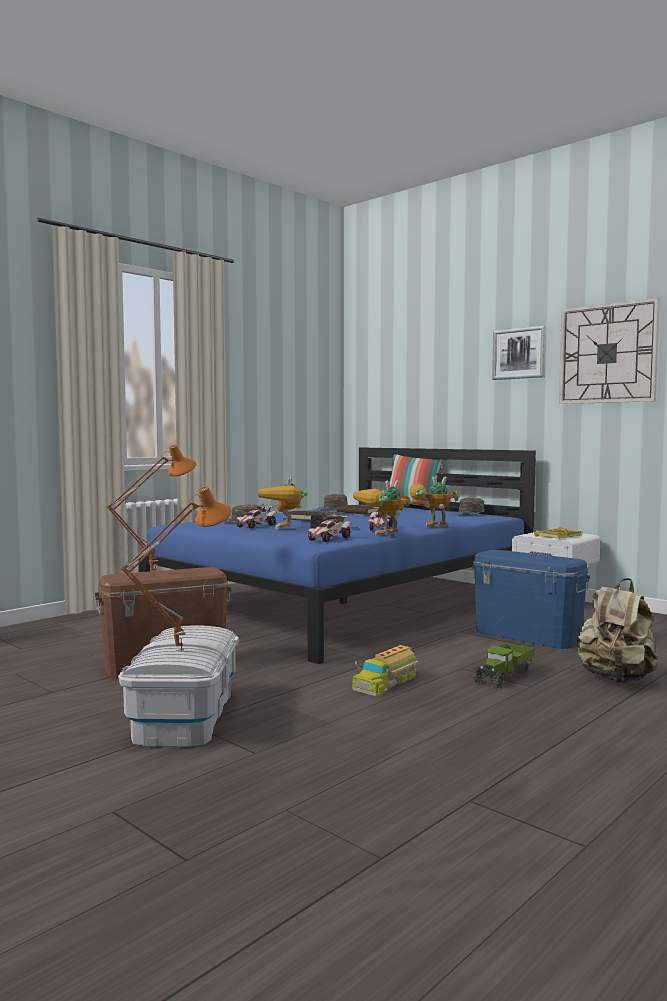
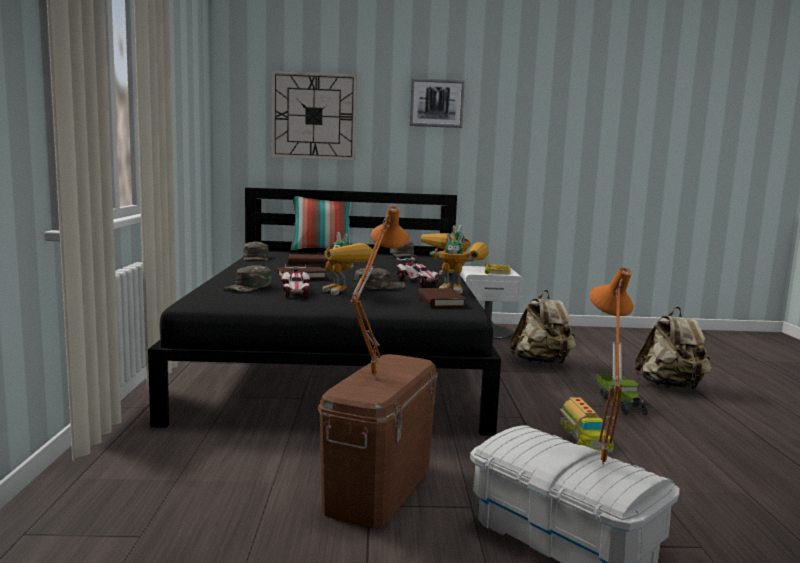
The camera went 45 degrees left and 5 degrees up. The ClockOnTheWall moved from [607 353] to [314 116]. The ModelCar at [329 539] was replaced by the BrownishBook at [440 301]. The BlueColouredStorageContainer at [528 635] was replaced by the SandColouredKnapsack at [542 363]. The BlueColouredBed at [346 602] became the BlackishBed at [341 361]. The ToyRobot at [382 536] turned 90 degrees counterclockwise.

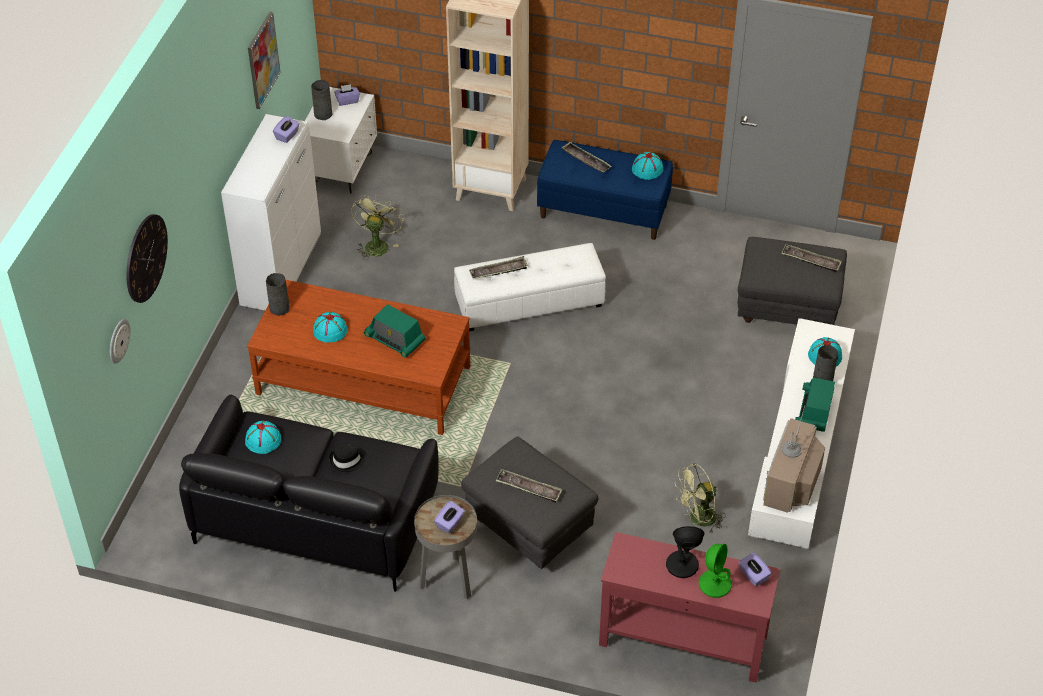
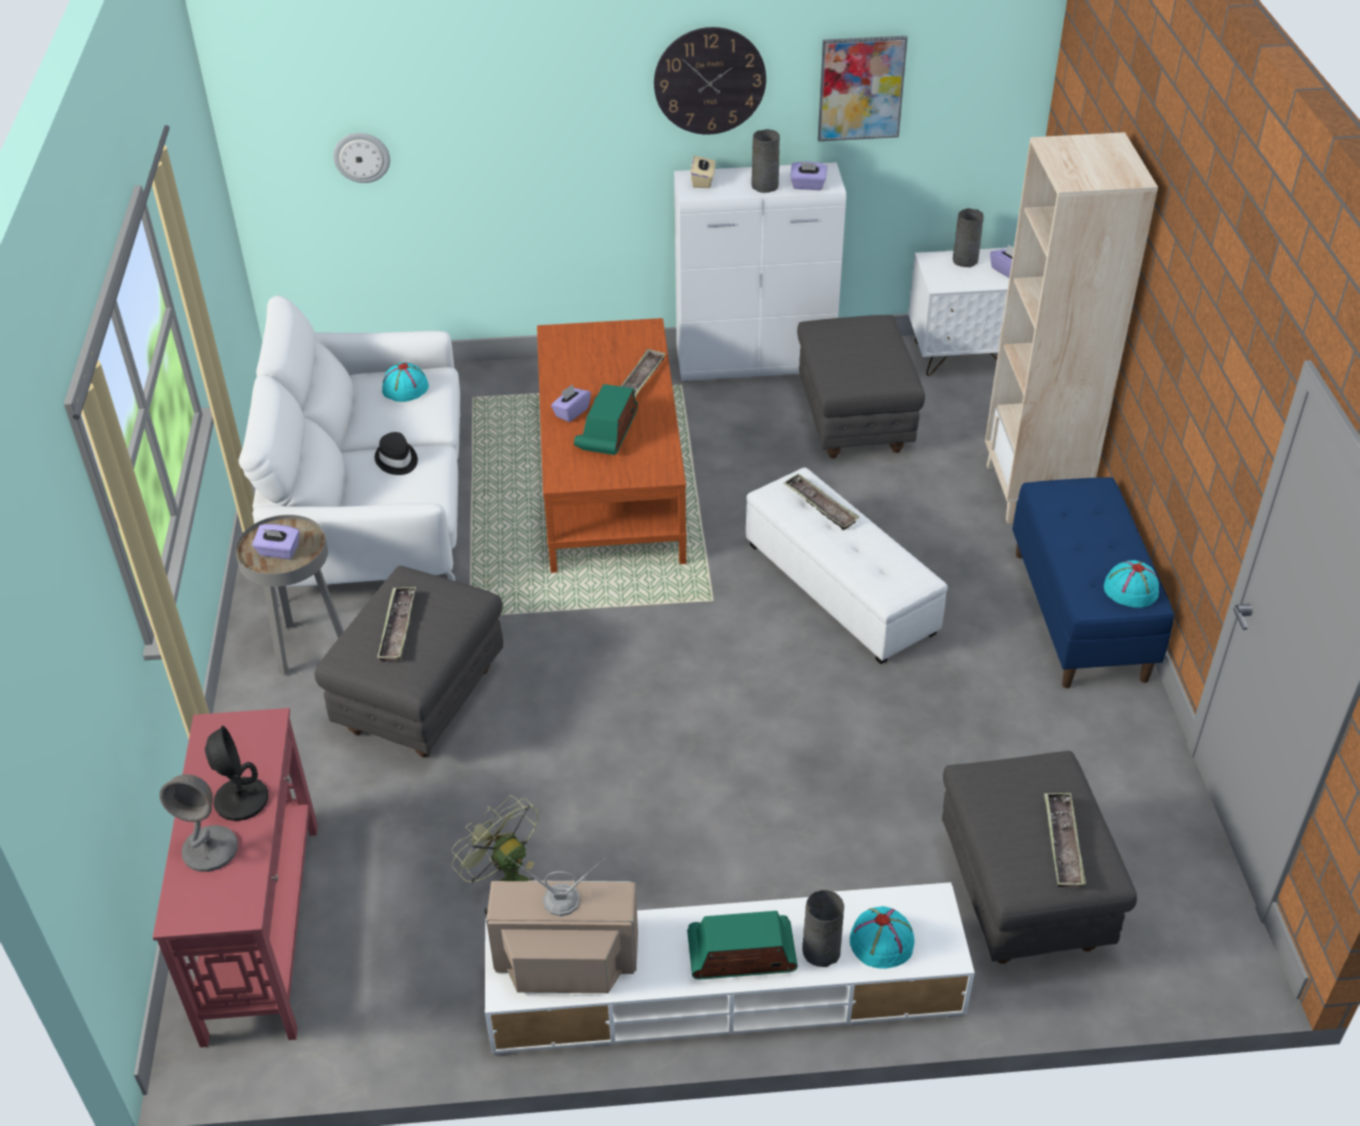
The camera went 70 degrees right and 5 degrees down. The TurquoiseWearableHat at [330 330] disappeared. The SandColouredTissueHolder at [703 181] appeared. The ClockOnTheWall moved from [146 258] to [709 81]. The GreyVase moved from [279 308] to [765 185]. The ServingTray moved from [586 160] to [641 379]. The PurplishTissueHolder moved from [753 575] to [571 412]. The GreenColouredCoolingFan at [377 244] was replaced by the GreyFootrest at [853 422]. The BlackishSofa at [316 516] became the WhiteColouredSofa at [374 505]. The GreenColouredLampForATable at [715 584] became the GreyLampForATable at [210 849].

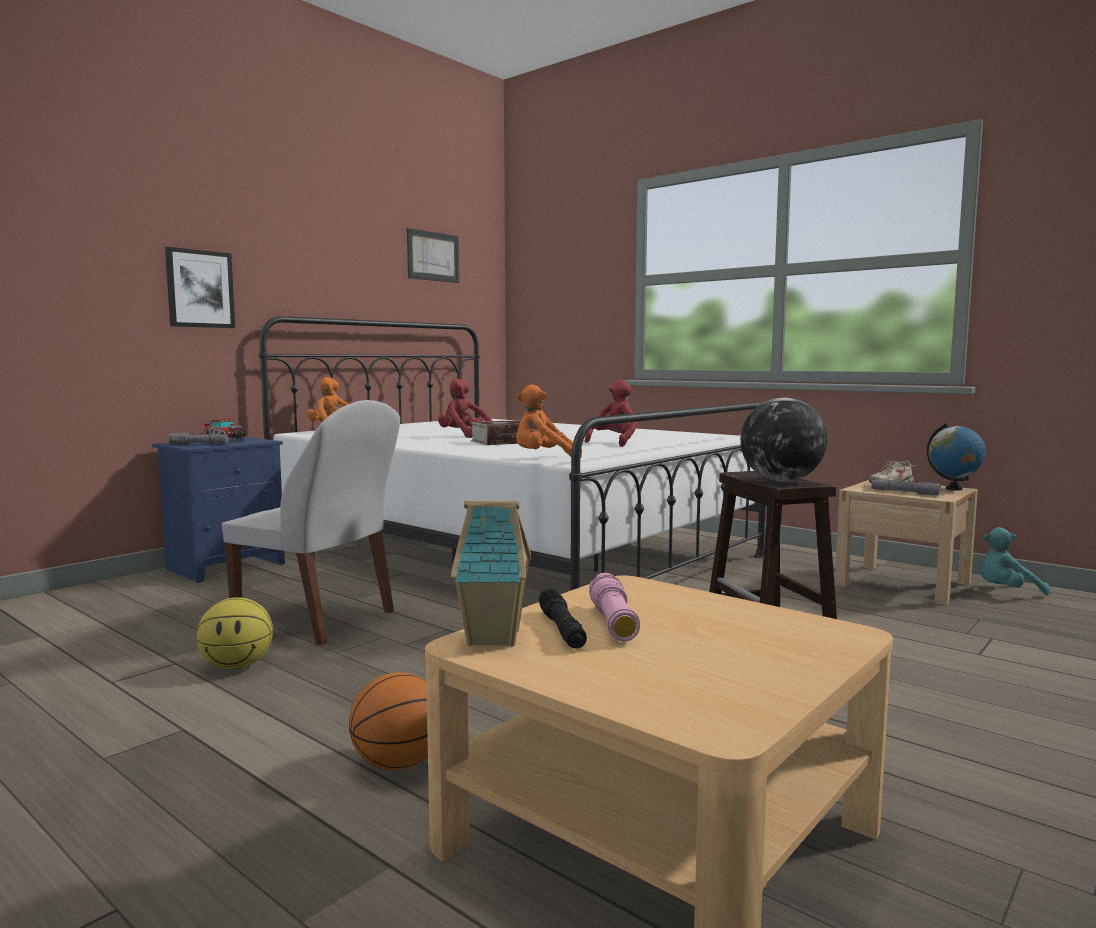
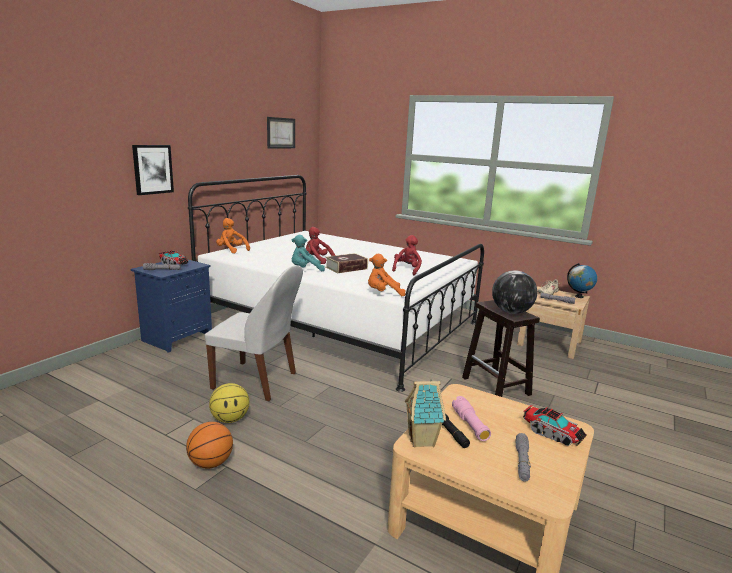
The camera went 10 degrees left and 10 degrees up. The GreyHandTorch at [522 462] appeared. The ModelTruck at [552 433] appeared. The Basketball moved from [398 764] to [211 463]. The TurquoisePlushToy moved from [1006 592] to [305 270].

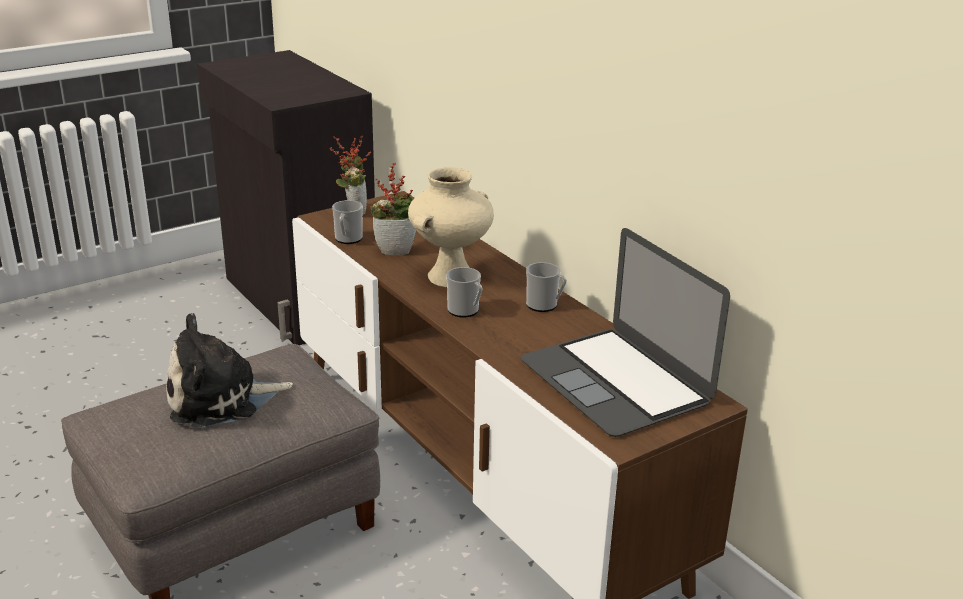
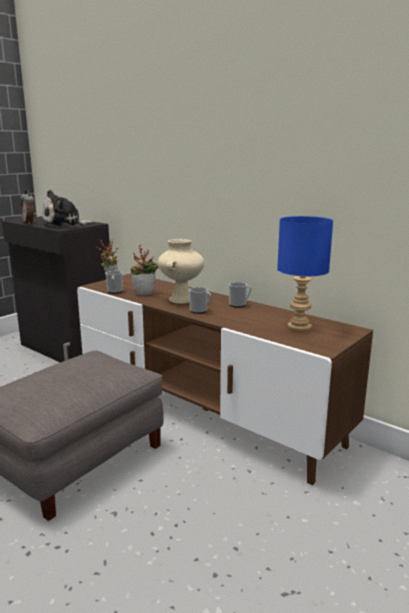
The camera went 15 degrees left and 10 degrees down. The TableClock at [29 223] appeared. The PlushToy moved from [221 399] to [65 224]. The NotebookComputer at [615 381] was replaced by the BlueColouredLampForATable at [300 327].

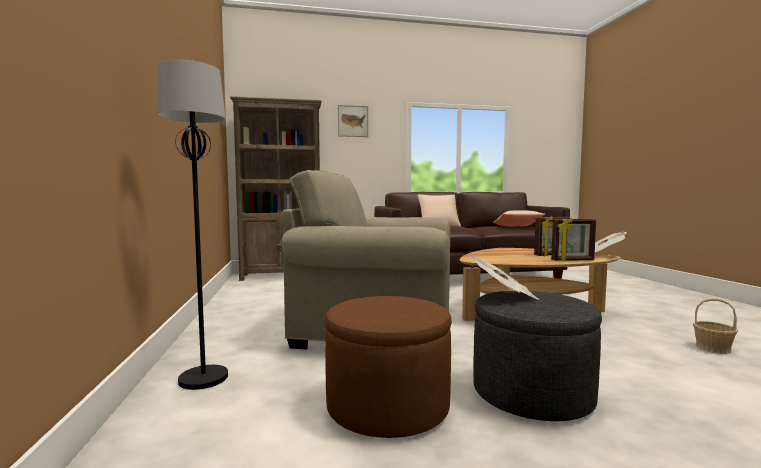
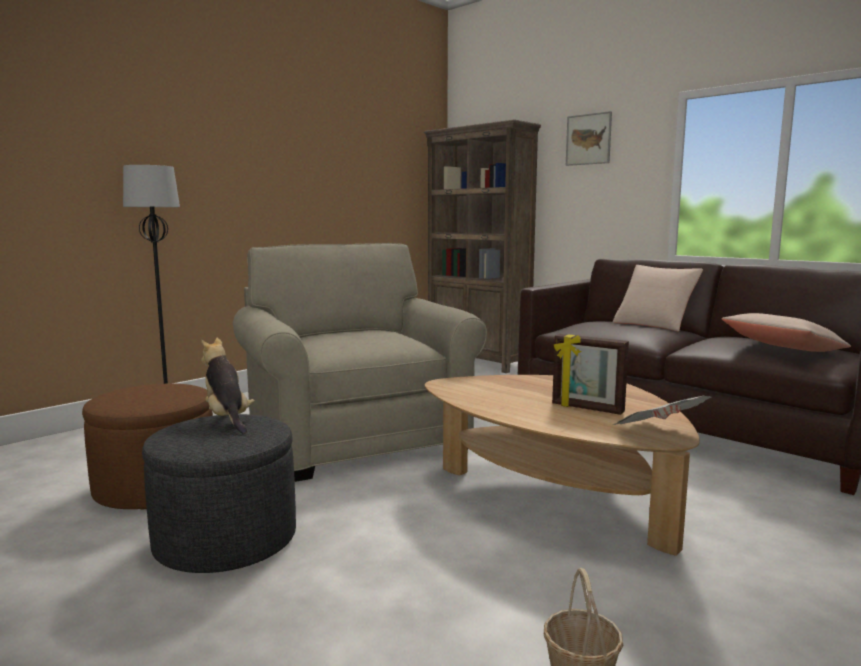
The camera went 55 degrees right and 5 degrees up. The PictureFrame at [573 260] disappeared. The PrintedPaper at [504 296] was replaced by the PlushToy at [227 418].

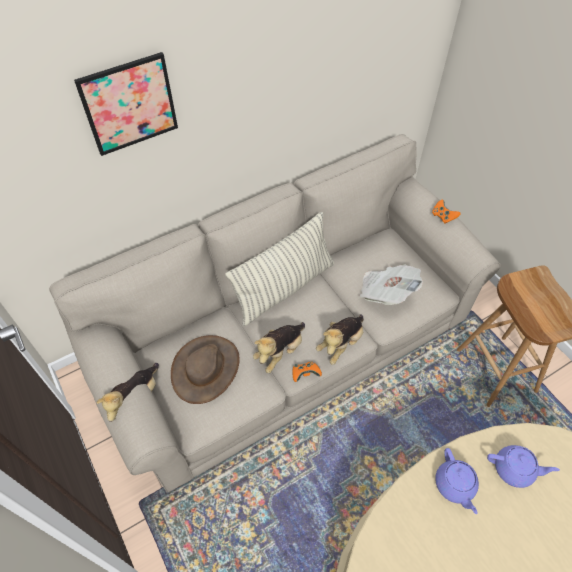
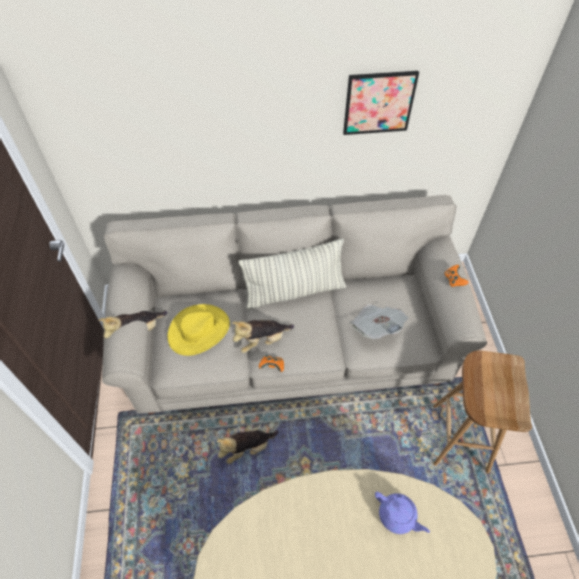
The camera went 25 degrees right and 0 degrees up. The PurplishPotForTea at [454 485] disappeared. The WallArt moved from [129 104] to [379 103]. The PlushToy moved from [341 344] to [247 448]. The BrownishWearableHat at [206 369] became the YellowColouredWearableHat at [199 331].

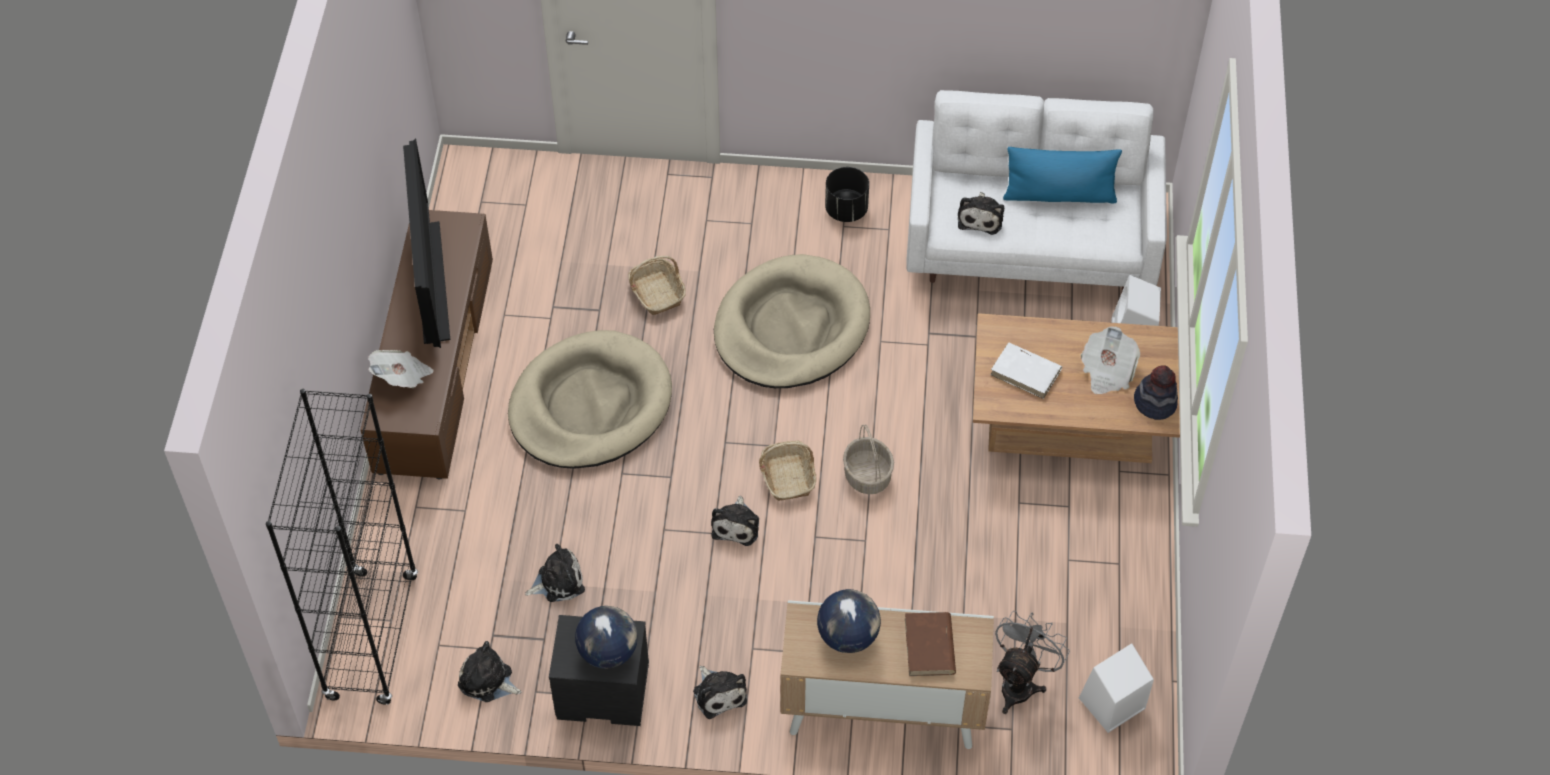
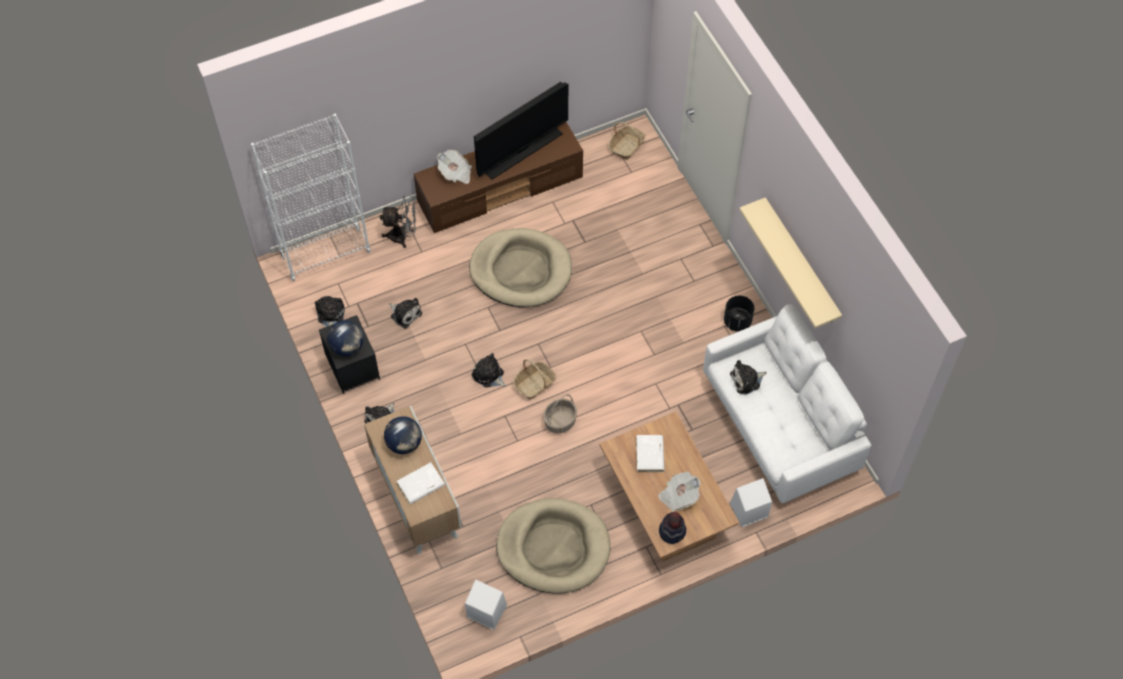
The camera went 60 degrees right and 5 degrees up. The BlueColouredCushion at [1059 195] disappeared. The SandColouredWallShelf at [801 262] appeared. The HouseholdBasket moved from [657 293] to [626 146]. The SandColouredDogCushion moved from [791 327] to [553 548]. The GreyCoolingFan moved from [1020 683] to [403 236]. The BlackishBookcase at [372 637] became the WhiteColouredBookcase at [326 254]. The BrownishBook at [929 647] became the WhiteColouredBook at [420 485]. The PlushToy at [737 525] turned 60 degrees clockwise.

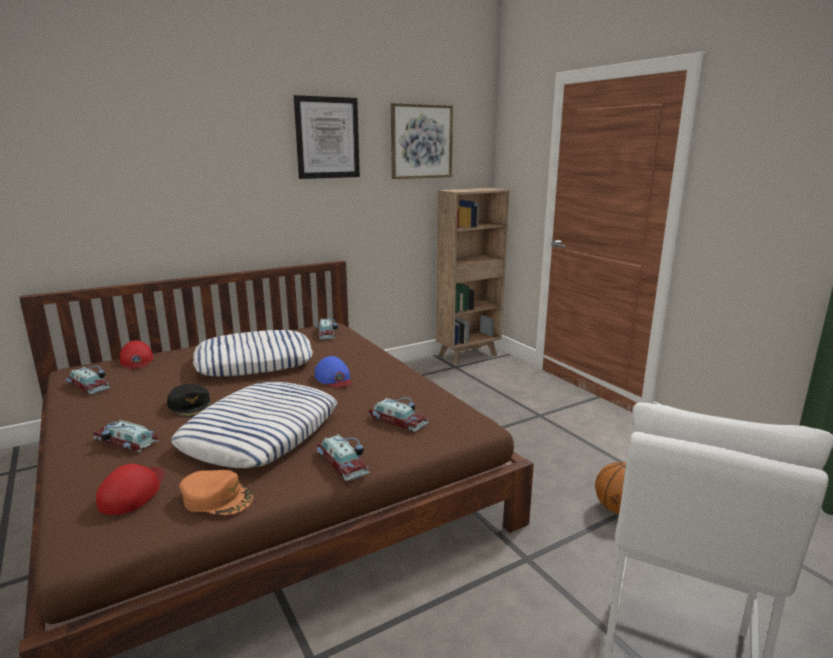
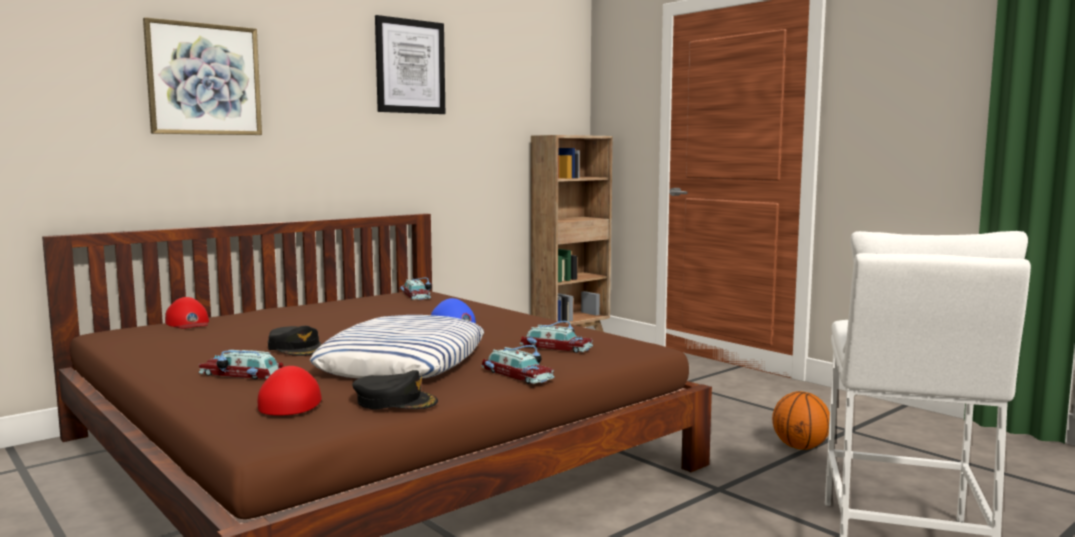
The camera went 10 degrees left and 10 degrees down. The ModelCar at [89 385] disappeared. The Cushion at [255 362] disappeared. The WallArt moved from [421 141] to [204 79]. The OrangeyCap at [217 498] became the BlackishCap at [395 401].

